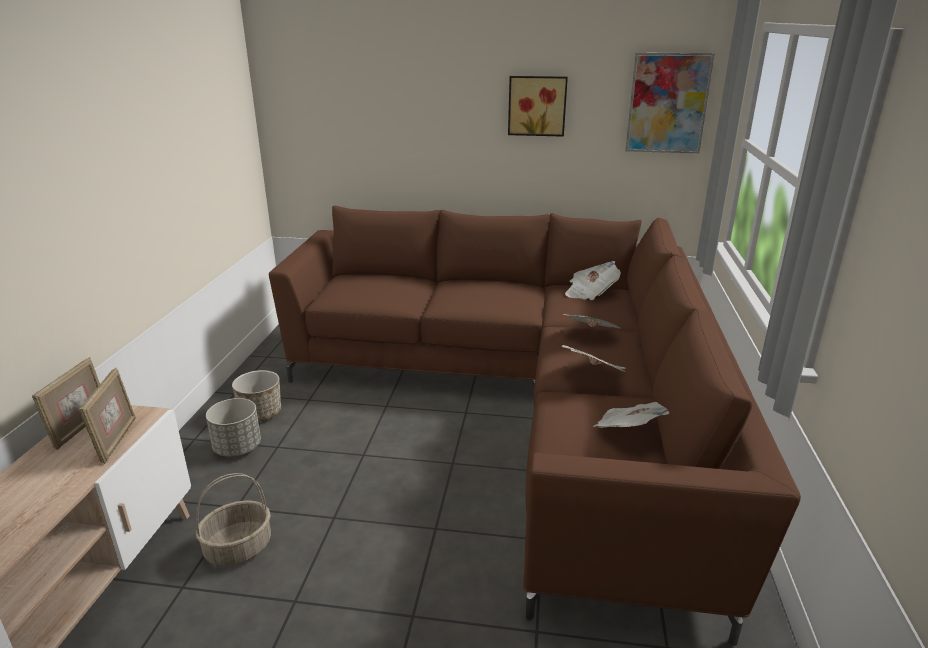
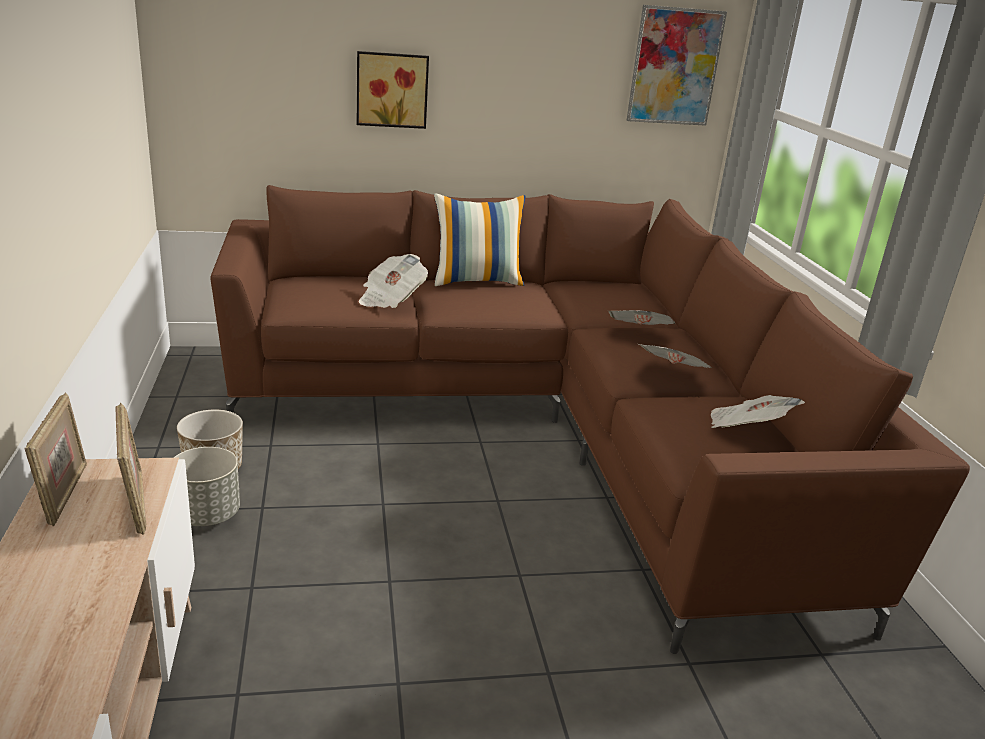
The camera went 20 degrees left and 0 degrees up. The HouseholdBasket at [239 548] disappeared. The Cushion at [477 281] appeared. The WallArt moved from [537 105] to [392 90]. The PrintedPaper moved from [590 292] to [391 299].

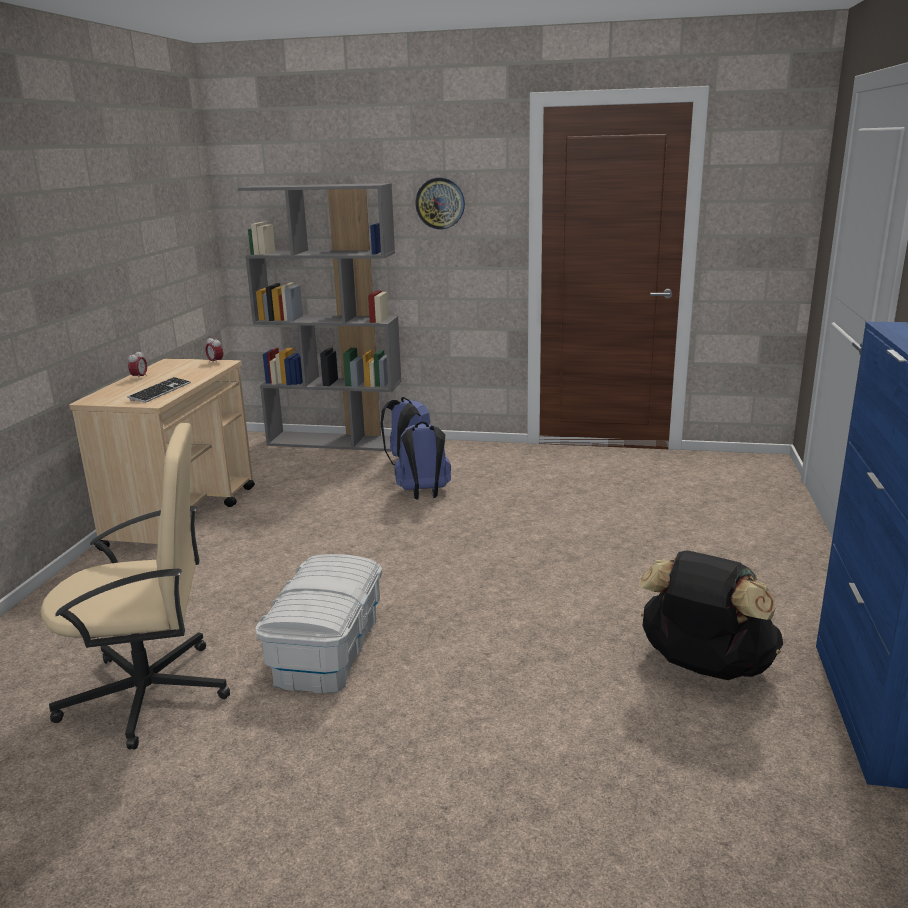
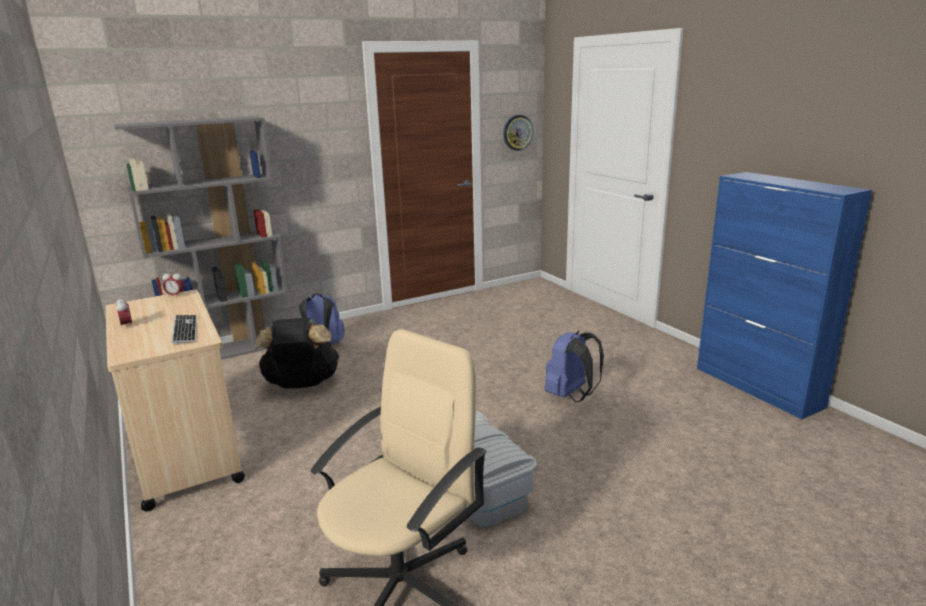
The camera went 40 degrees left and 0 degrees up. The BlueColouredKnapsack moved from [424 494] to [571 396]. The ClockOnTheWall moved from [440 203] to [517 132]. The BlackishKnapsack moved from [704 667] to [301 385].

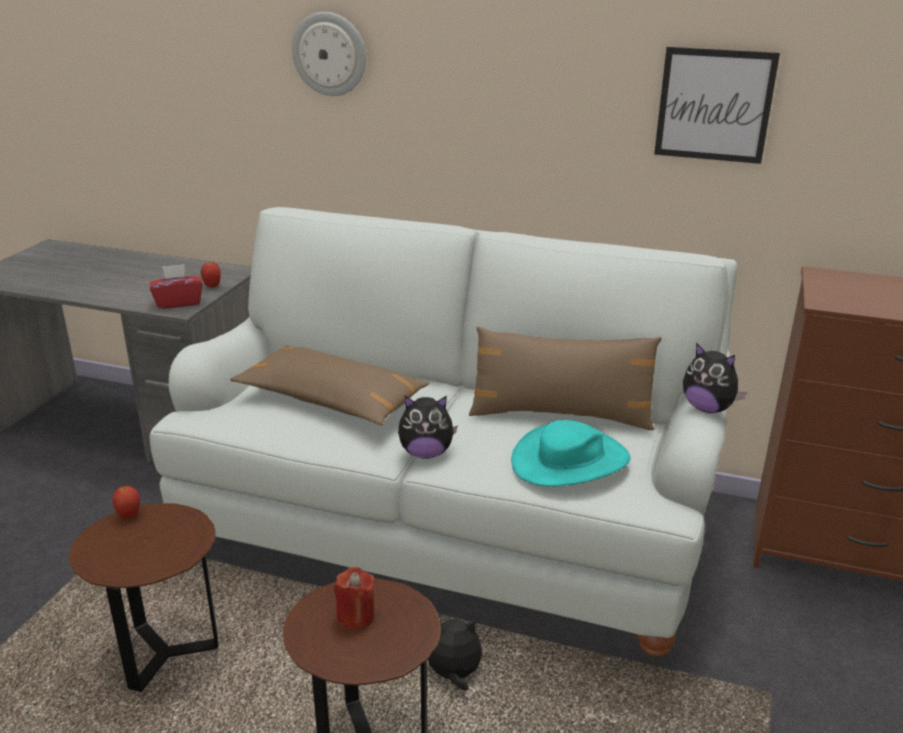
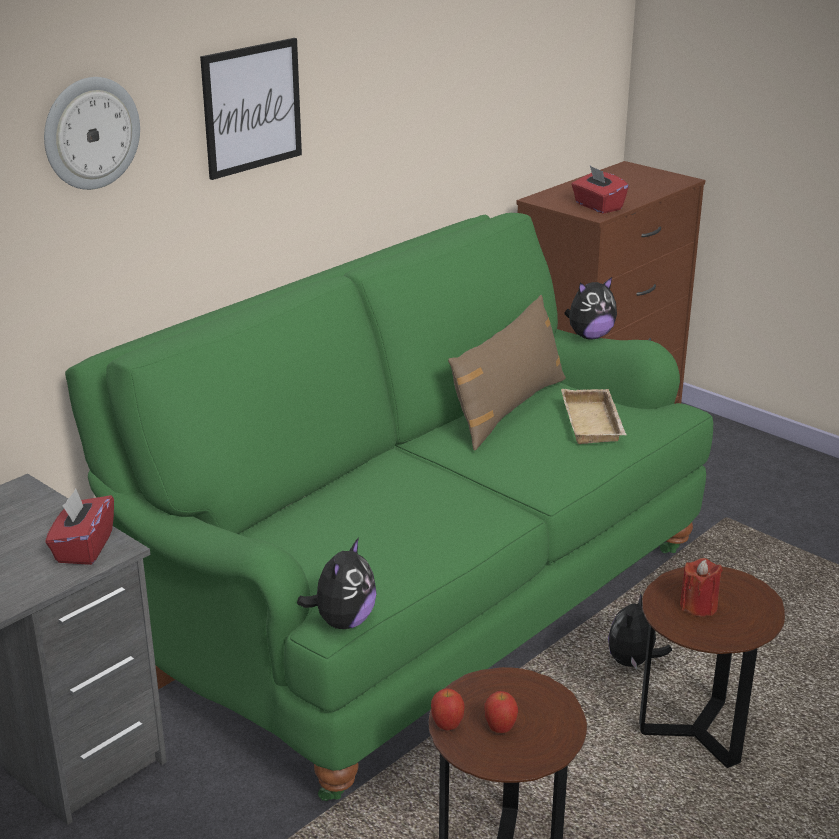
The camera went 65 degrees left and 0 degrees up. The BrownishCushion at [331 400] disappeared. The RedColouredTissueHolder at [598 207] appeared. The Apple moved from [212 286] to [500 729]. The PlushToy moved from [426 453] to [343 621]. The WallArt moved from [714 105] to [252 107]. The TurquoiseWearableHat at [570 461] was replaced by the SandColouredServingTray at [595 423]. The WhiteColouredSofa at [450 527] became the GreenColouredSofa at [417 605].

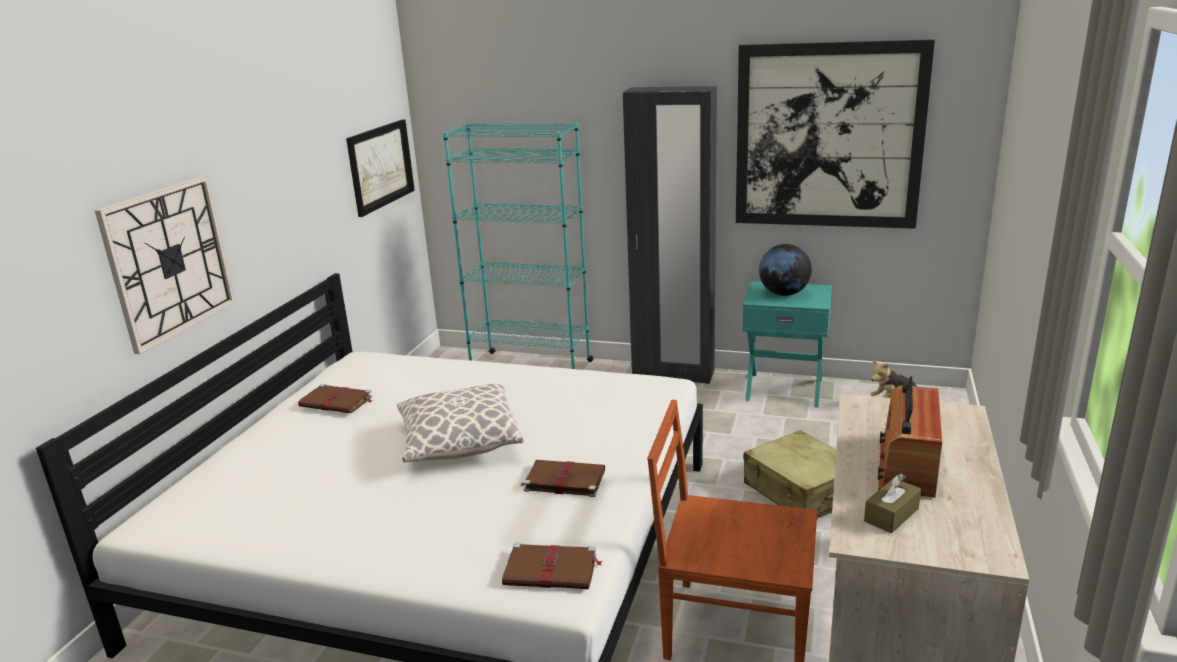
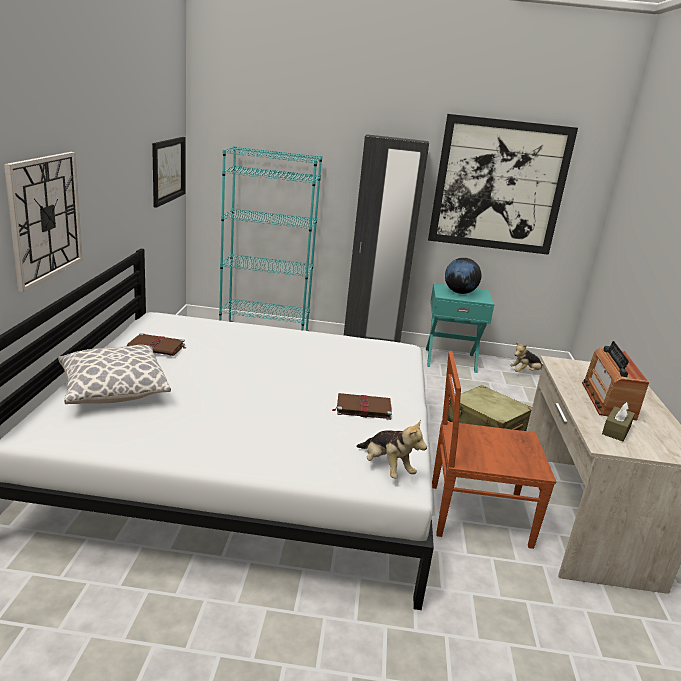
The camera went 15 degrees left and 0 degrees up. The Cushion moved from [459 443] to [113 392]. The BrownishBook at [552 570] was replaced by the PlushToy at [386 468].

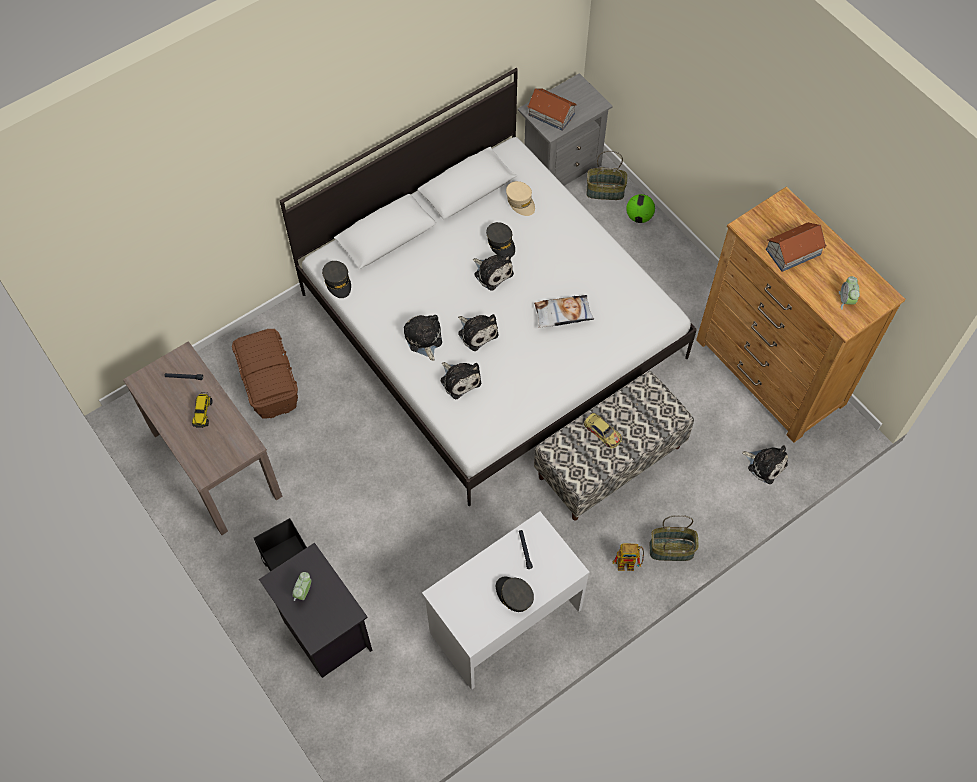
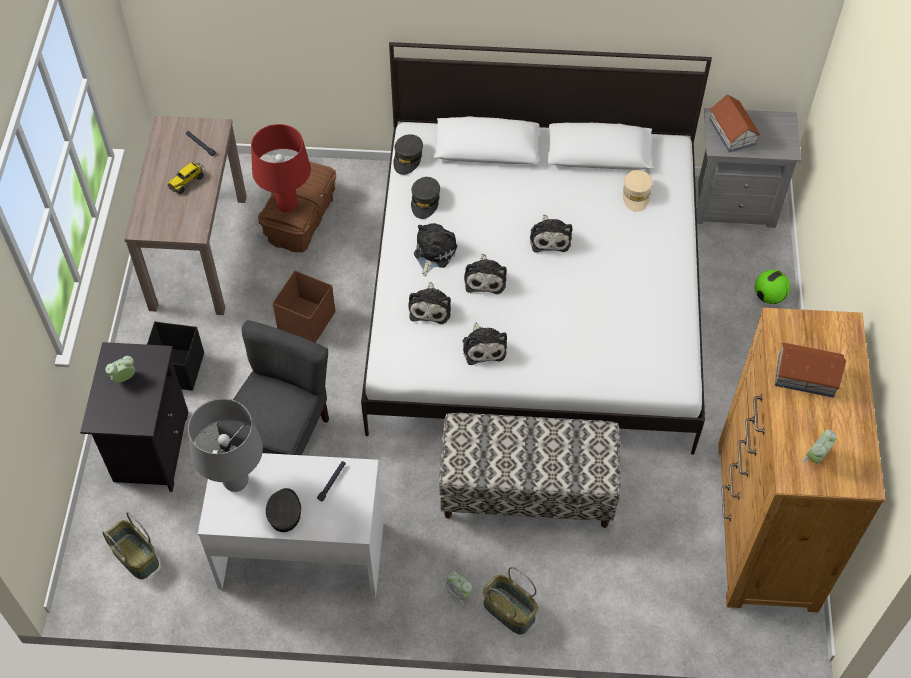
The camera went 40 degrees right and 5 degrees down. The Cushion at [563 314] disappeared. The ModelCar at [602 432] disappeared. The GreyLampForATable at [236 481] appeared. The GreyChair at [281 438] appeared. The RedColouredLampForATable at [286 206] appeared. The BrownishStorageContainer at [307 320] appeared. The GreyCap moved from [501 243] to [425 201]. The HouseholdBasket moved from [605 192] to [134 557]. The PlushToy moved from [765 464] to [483 347]. The ToyRobot at [629 563] was replaced by the TableClock at [458 593].

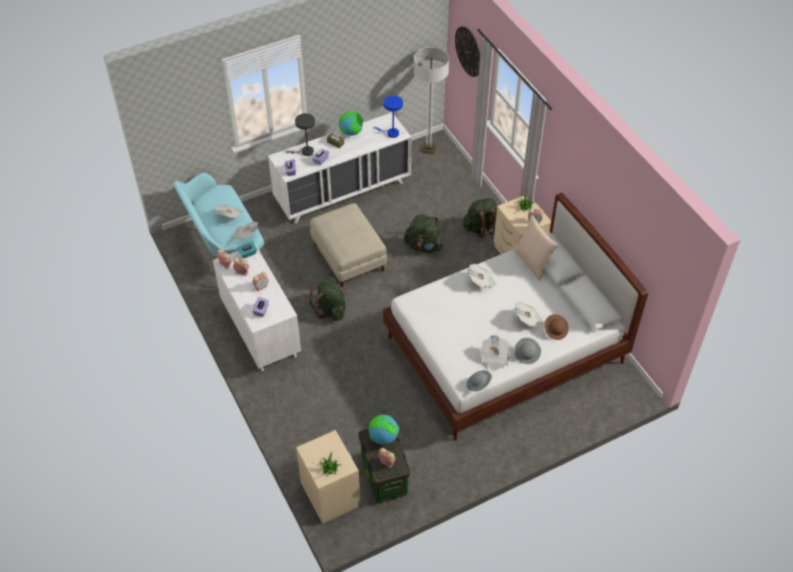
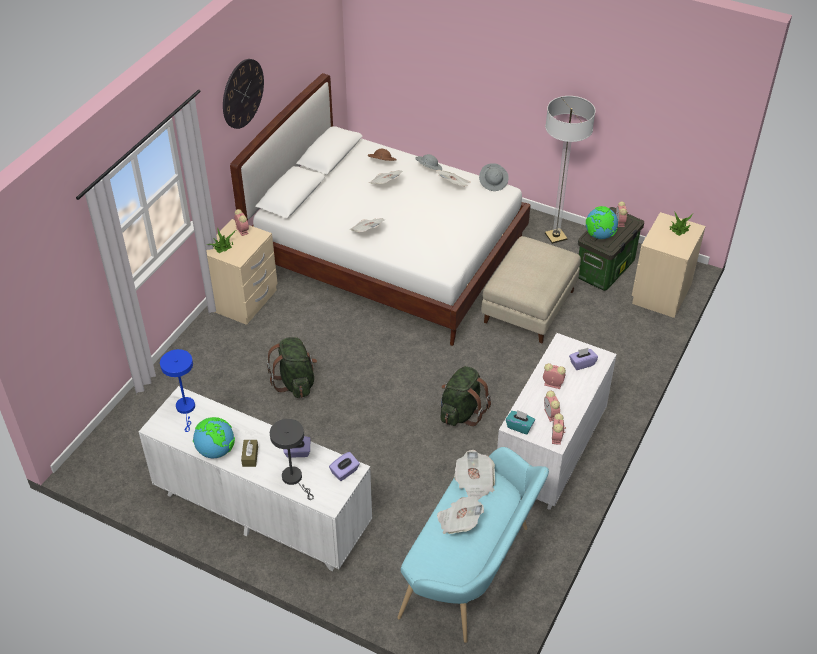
The camera went 125 degrees left and 5 degrees down. The GreenColouredKnapsack at [481 228] disappeared. The SandColouredCushion at [533 262] disappeared. The SandColouredFootrest moved from [349 258] to [529 306]. The FloorLamp moved from [428 149] to [555 236]. The ClockOnTheWall moved from [468 51] to [242 93].

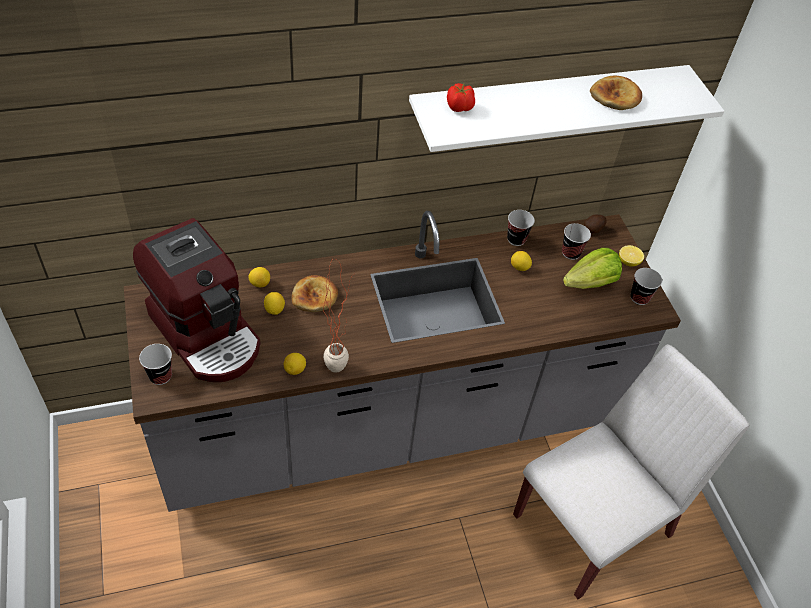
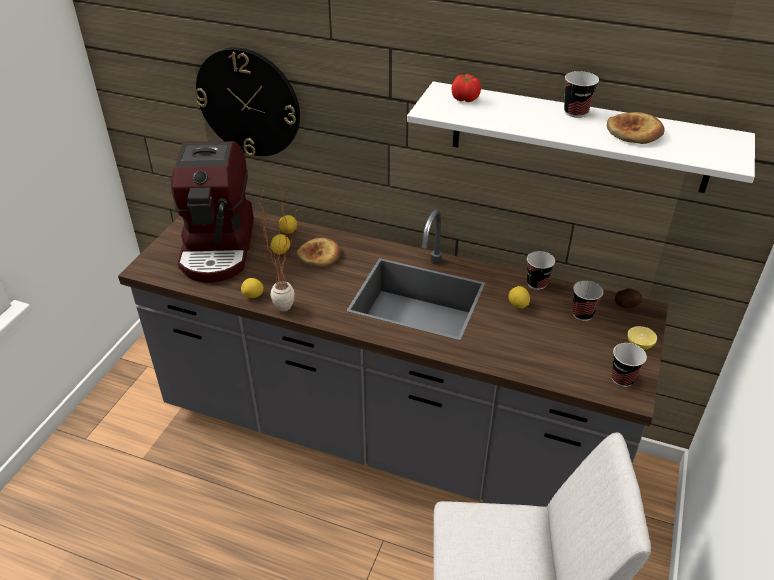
The camera went 40 degrees right and 10 degrees down. The LettuceHead at [590 283] disappeared. The ClockOnTheWall at [248 102] appeared. The DrinkingCup moved from [160 376] to [575 112].

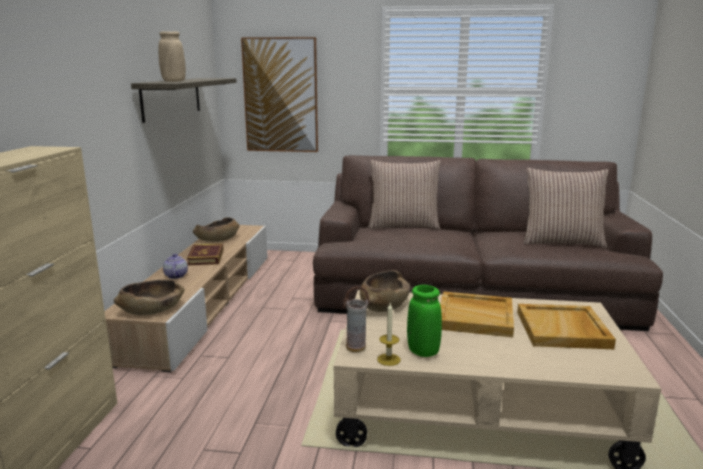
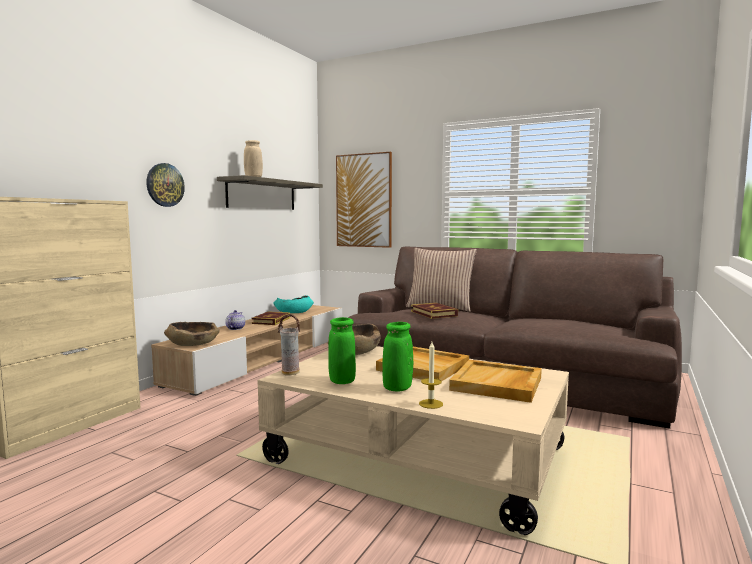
The camera went 20 degrees right and 10 degrees down. The Cushion at [561 242] disappeared. The ClockOnTheWall at [165 185] appeared. The GreenColouredVase at [397 388] appeared. The Book at [433 313] appeared. The WaxLight moved from [388 359] to [431 404]. The BrownishServingBowl at [217 239] became the TurquoiseServingBowl at [293 312].

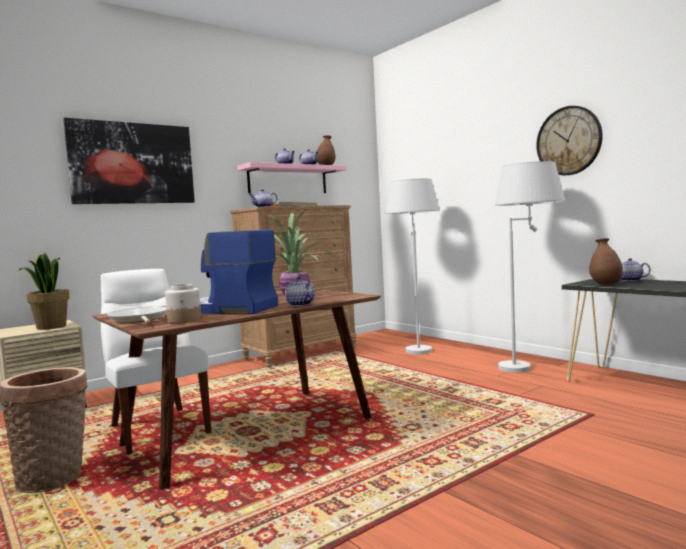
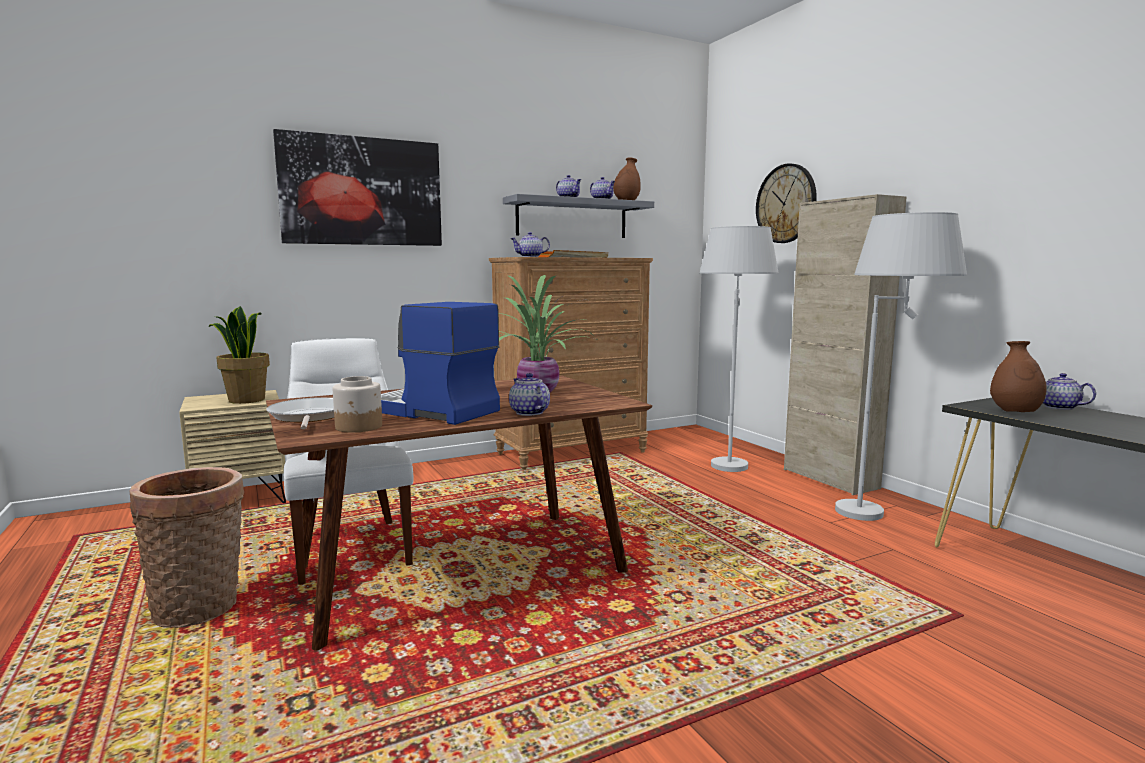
The camera went 10 degrees right and 5 degrees up. The SandColouredCupboard at [829 479] appeared. The ClockOnTheWall moved from [568 141] to [786 204]. The PinkColouredWallShelf at [288 180] became the GreyWallShelf at [572 218].

